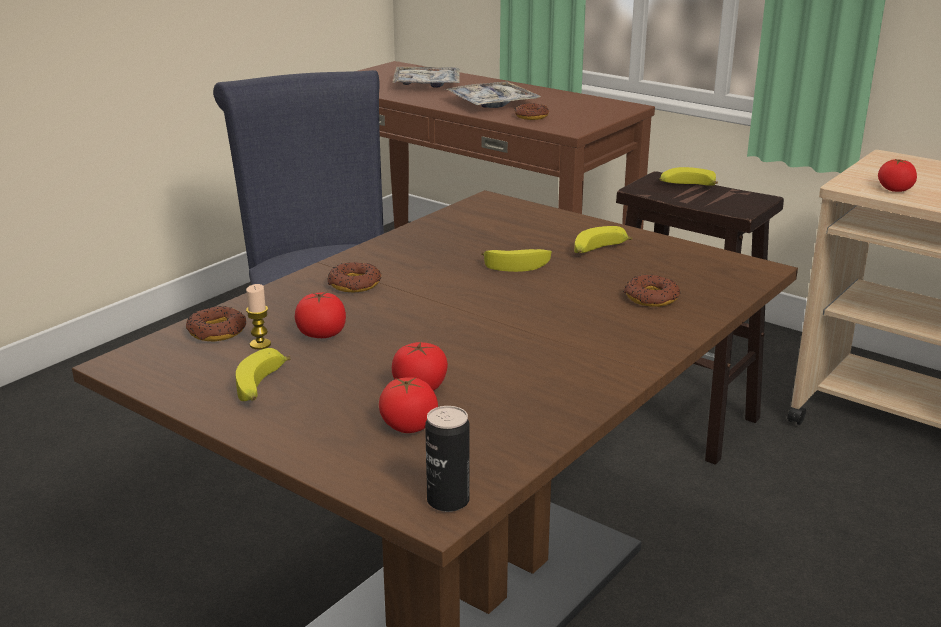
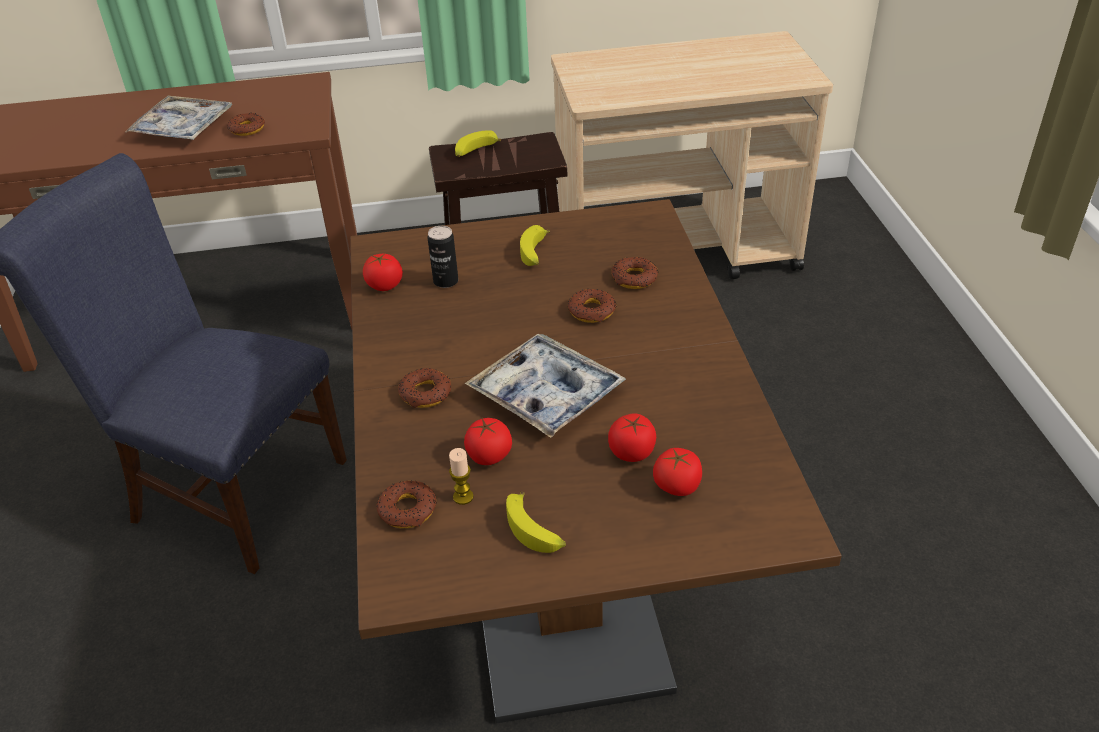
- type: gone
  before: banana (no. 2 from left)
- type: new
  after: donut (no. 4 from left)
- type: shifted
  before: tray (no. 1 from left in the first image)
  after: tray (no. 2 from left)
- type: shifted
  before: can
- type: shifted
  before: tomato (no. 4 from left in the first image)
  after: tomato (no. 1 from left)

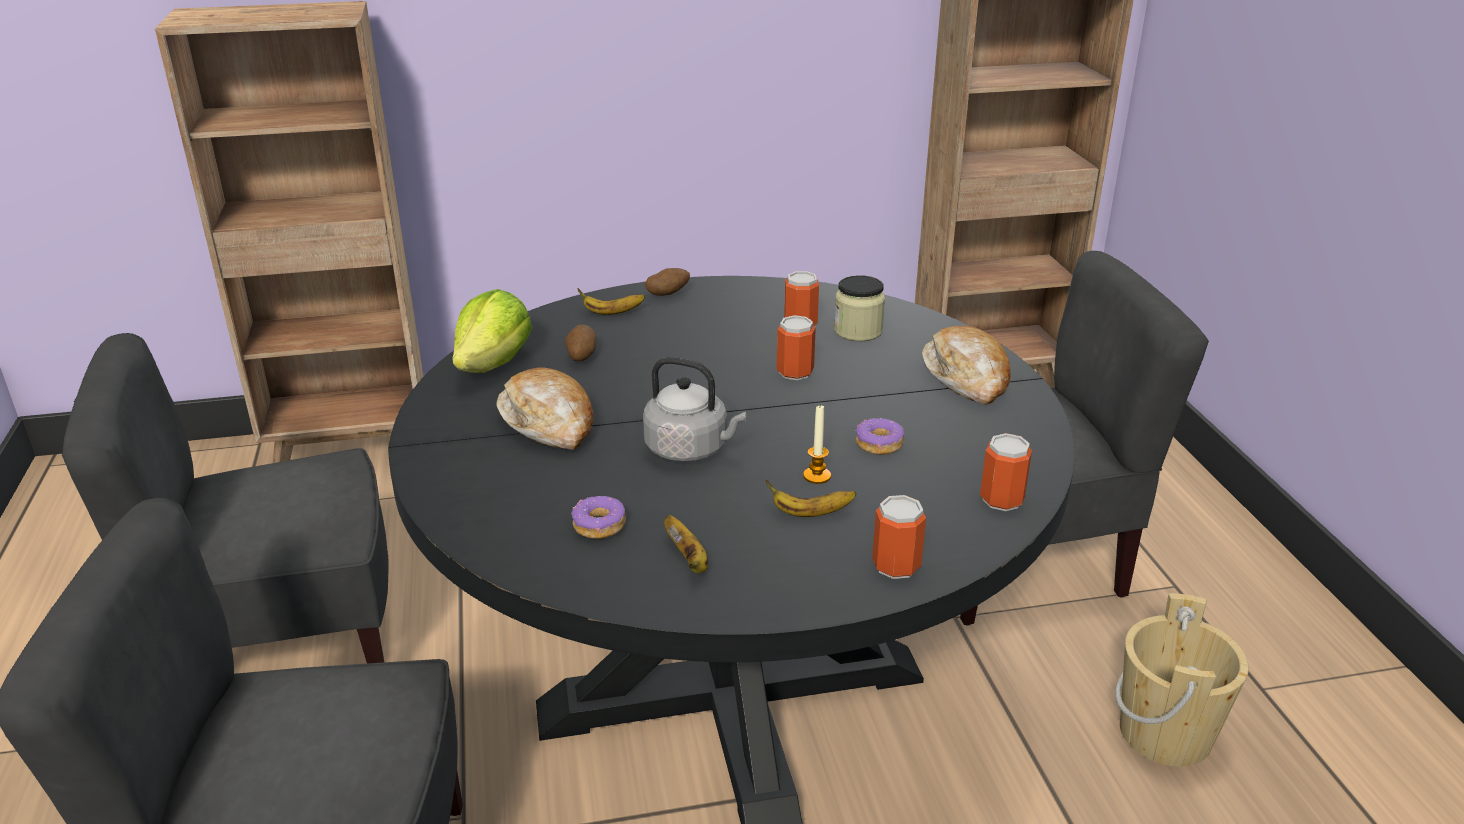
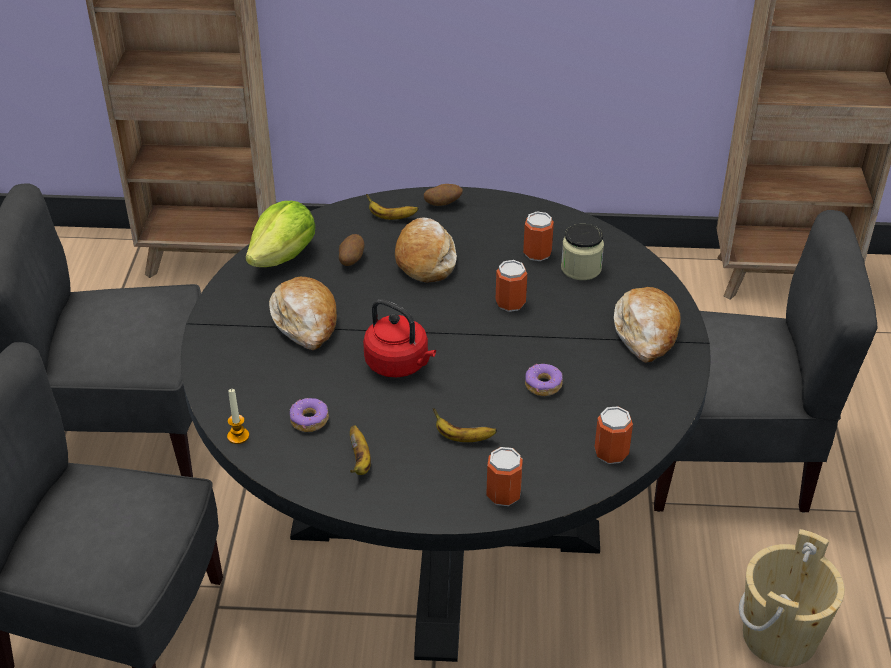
- type: new
  after: bread (no. 2 from left)
- type: shifted
  before: candle
- type: repainted
  before: grey kettle
  after: red kettle

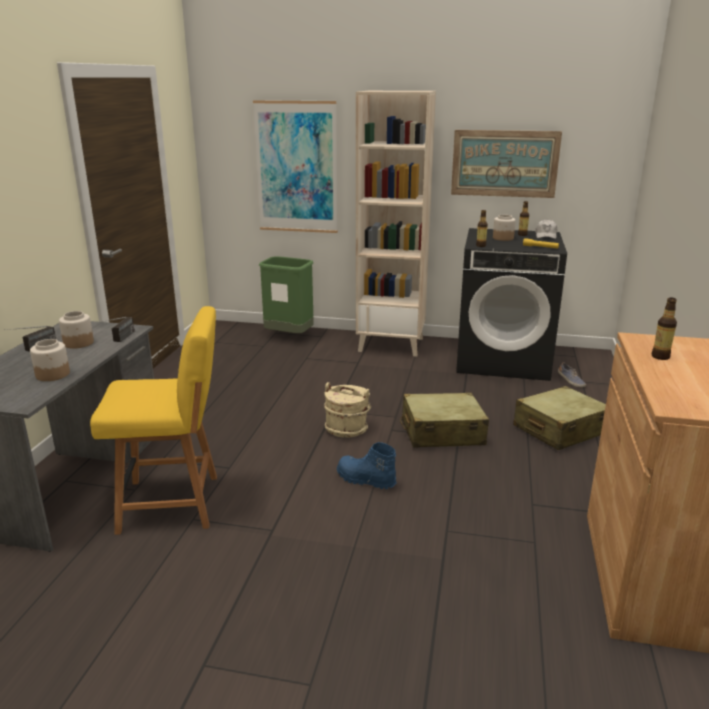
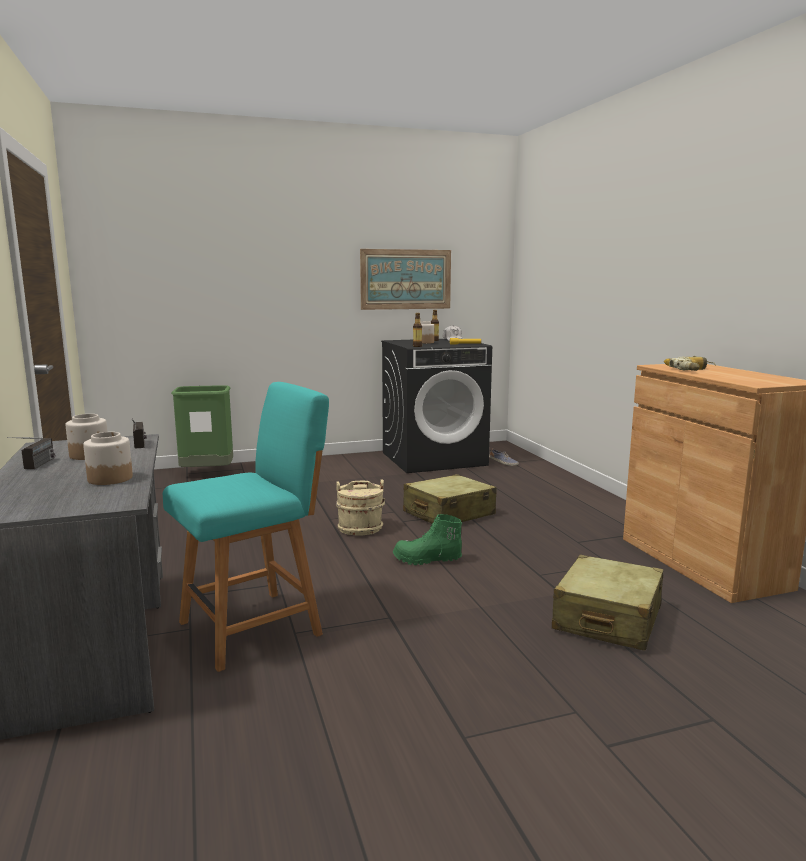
- type: gone
  before: picture (no. 1 from left)
- type: gone
  before: beige bookcase
- type: shifted
  before: beige suitcase (no. 2 from left)
- type: swapped
  before: bottle (no. 3 from left)
  after: power drill
- type: repainted
  before: yellow chair
  after: turquoise chair
- type: repainted
  before: blue boot
  after: green boot

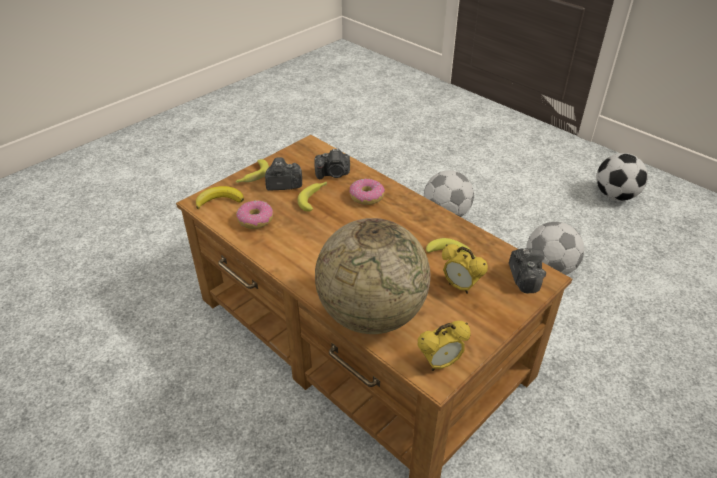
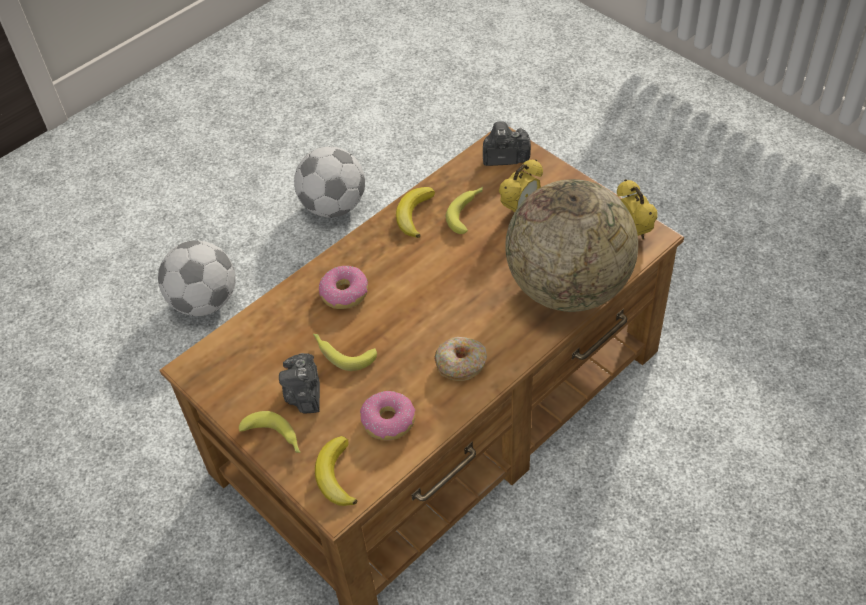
- type: gone
  before: photo camera (no. 2 from left)
- type: gone
  before: football (no. 3 from left)
- type: new
  after: banana (no. 4 from left)
- type: new
  after: donut (no. 3 from left)

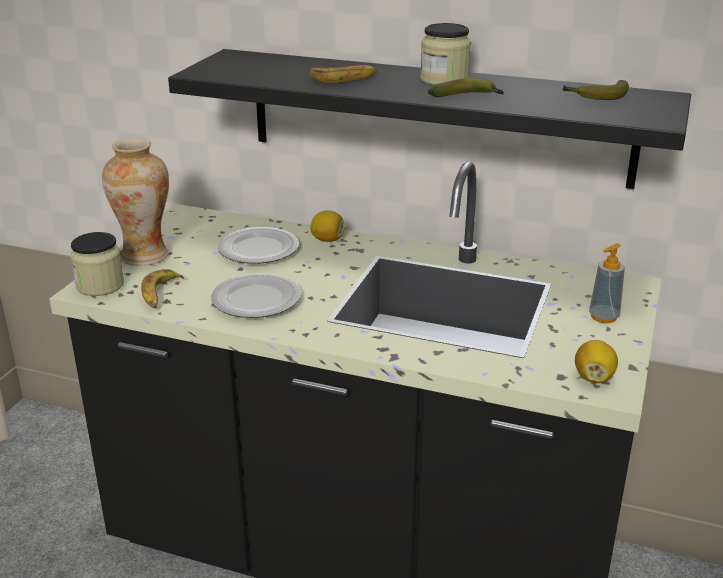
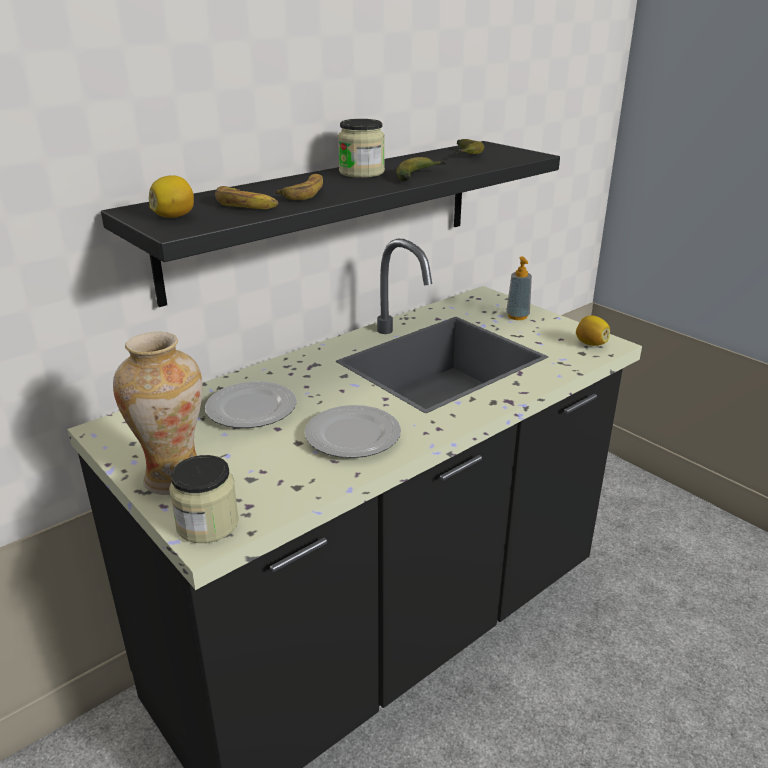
- type: shifted
  before: banana (no. 1 from left)
- type: shifted
  before: lemon (no. 1 from left)

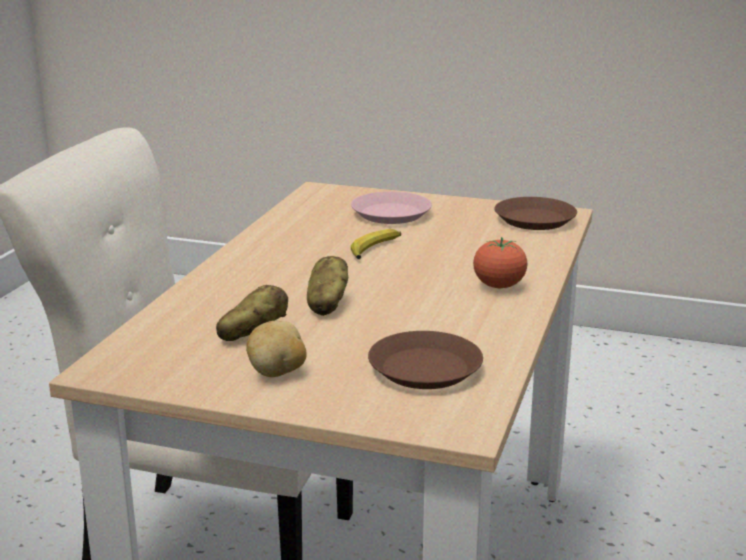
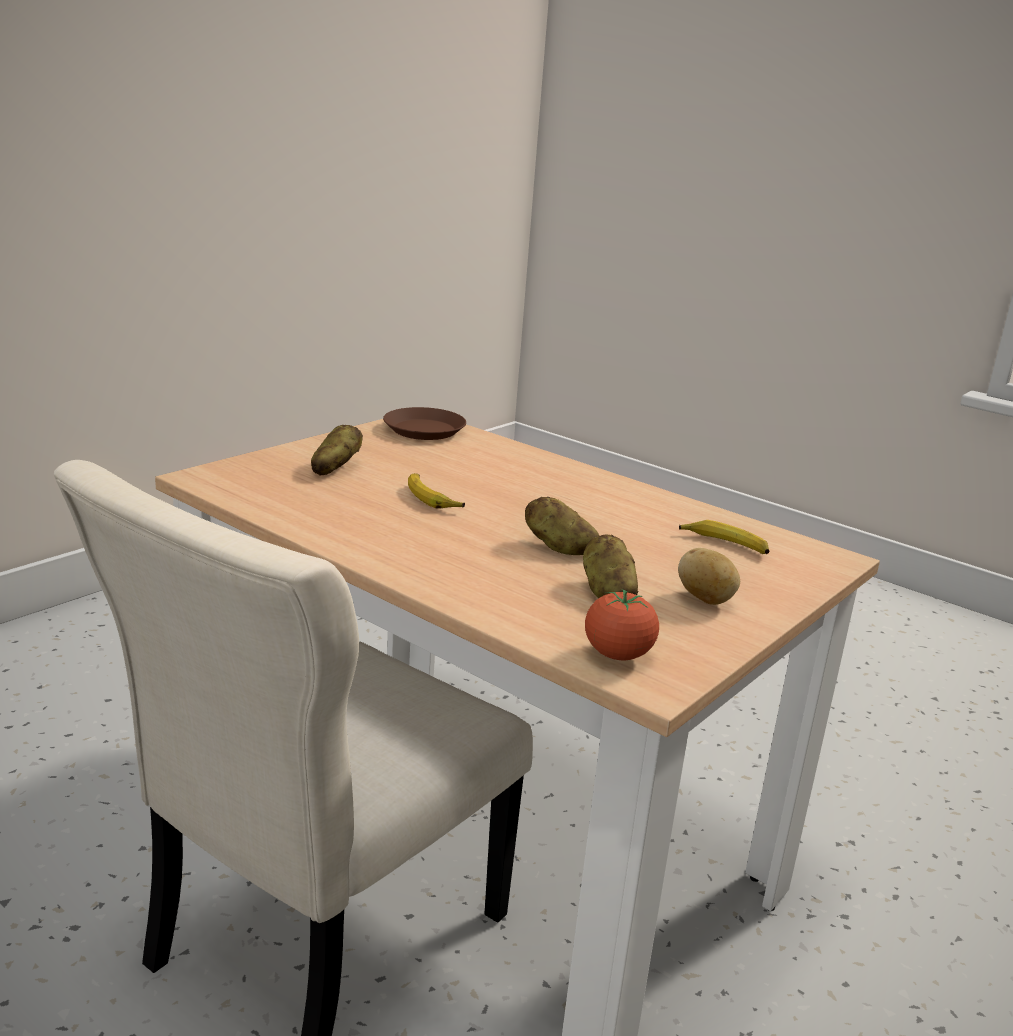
- type: shifted
  before: tomato
- type: swapped
  before: pink plate
  after: potato (no. 1 from left)
- type: swapped
  before: brown plate (no. 1 from left)
  after: banana (no. 2 from left)

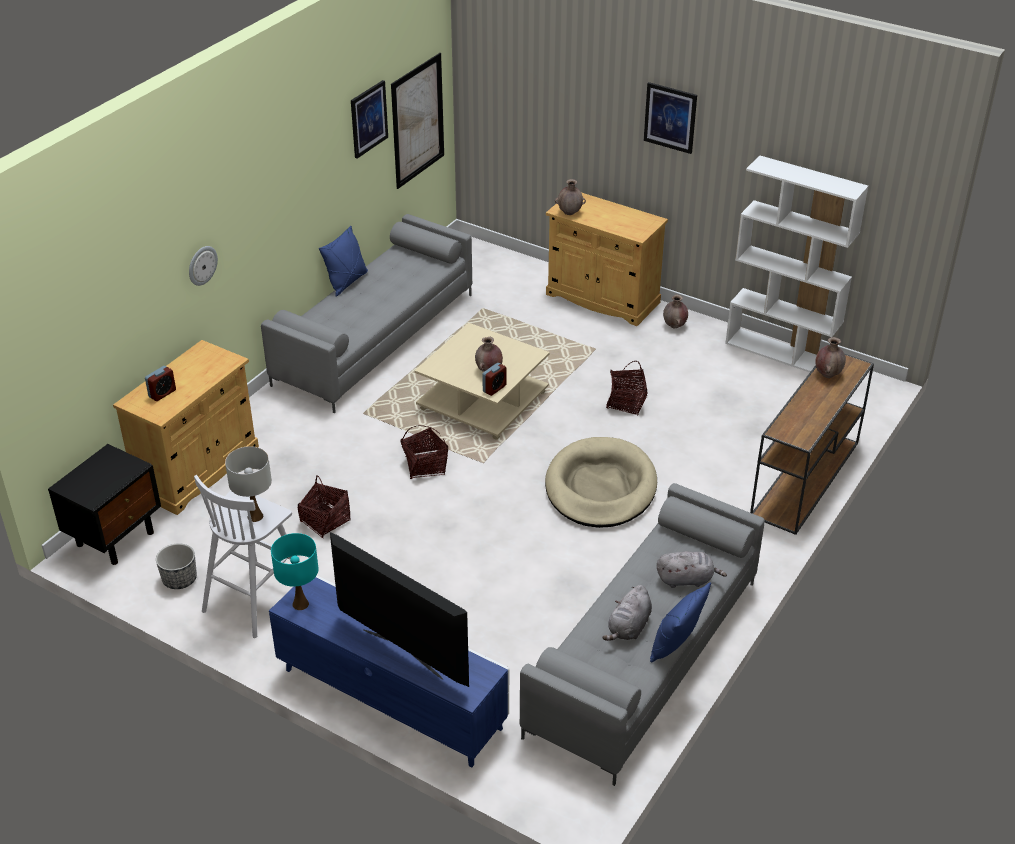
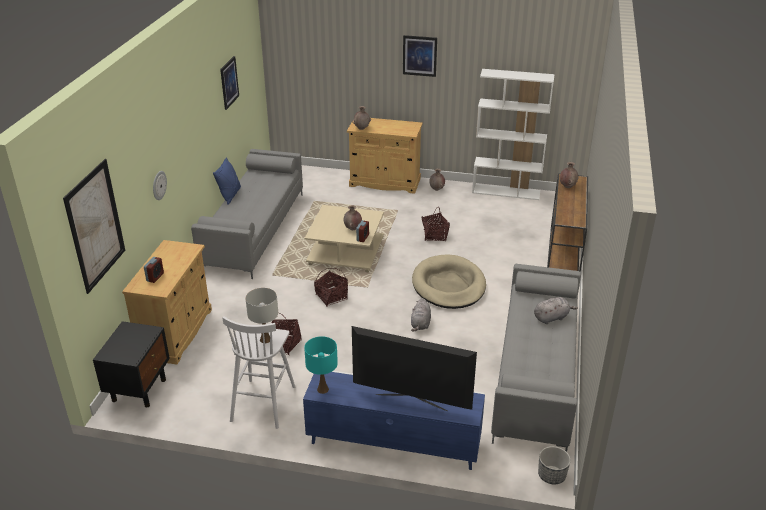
- type: gone
  before: blue pillow (no. 2 from left)
- type: shifted
  before: planter
- type: shifted
  before: picture (no. 2 from left in the first image)
  after: picture (no. 1 from left)
- type: shifted
  before: grey plush toy (no. 1 from left)

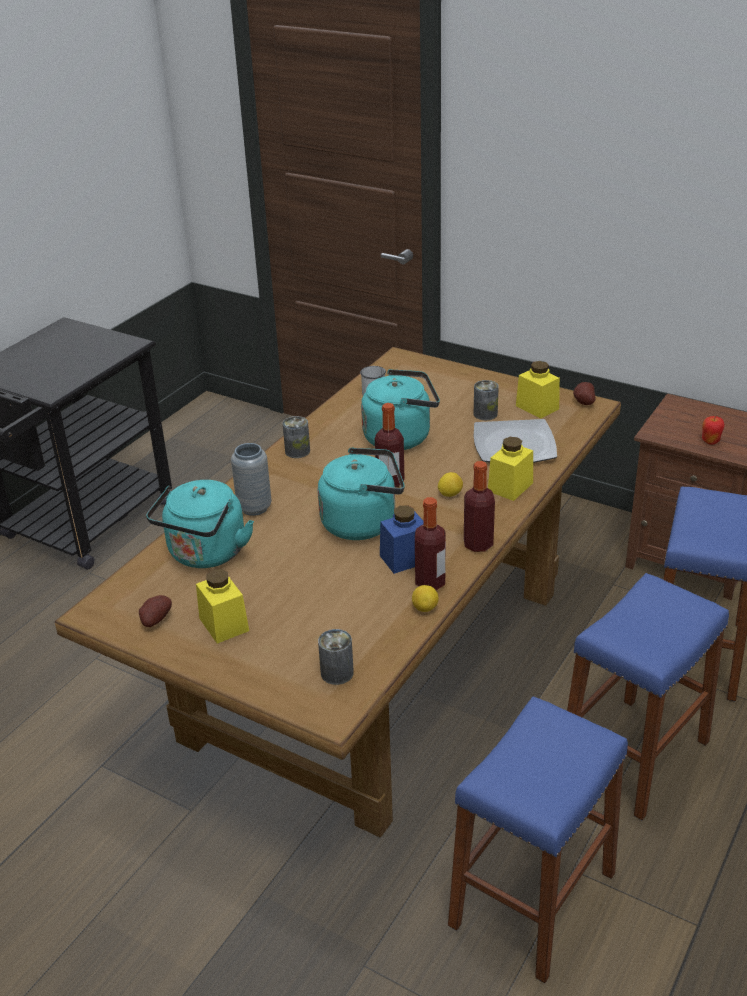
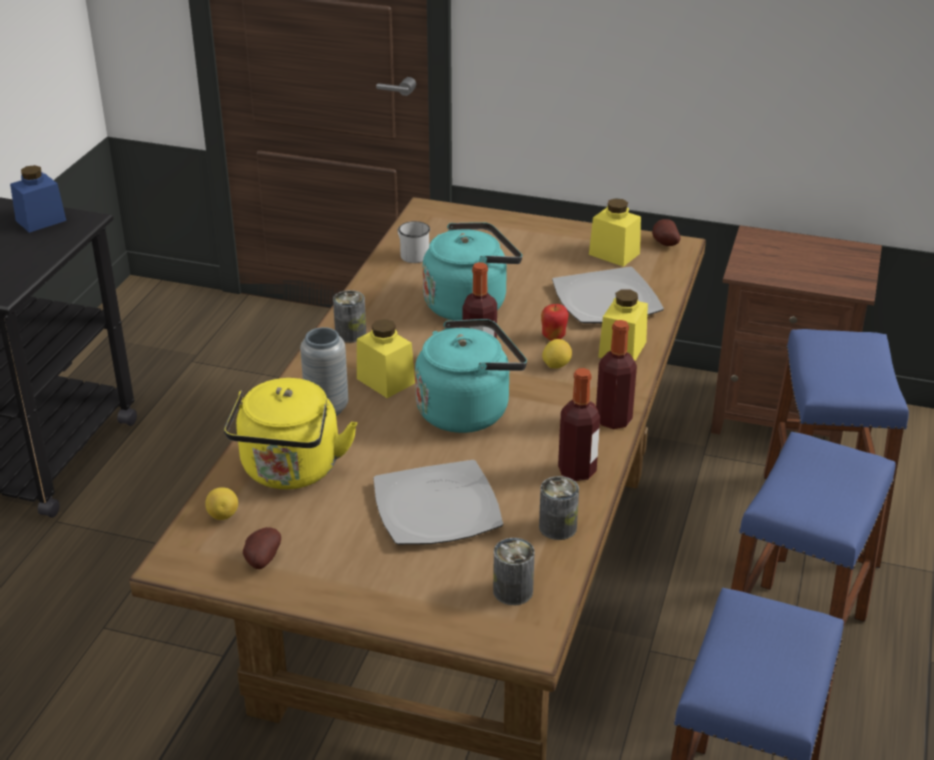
- type: new
  after: plate (no. 1 from left)
- type: shifted
  before: yellow jar (no. 1 from left)
- type: shifted
  before: blue jar
- type: shifted
  before: lemon (no. 1 from left)
- type: shifted
  before: can (no. 3 from left)
- type: shifted
  before: apple
- type: repainted
  before: turquoise kettle (no. 1 from left)
  after: yellow kettle

